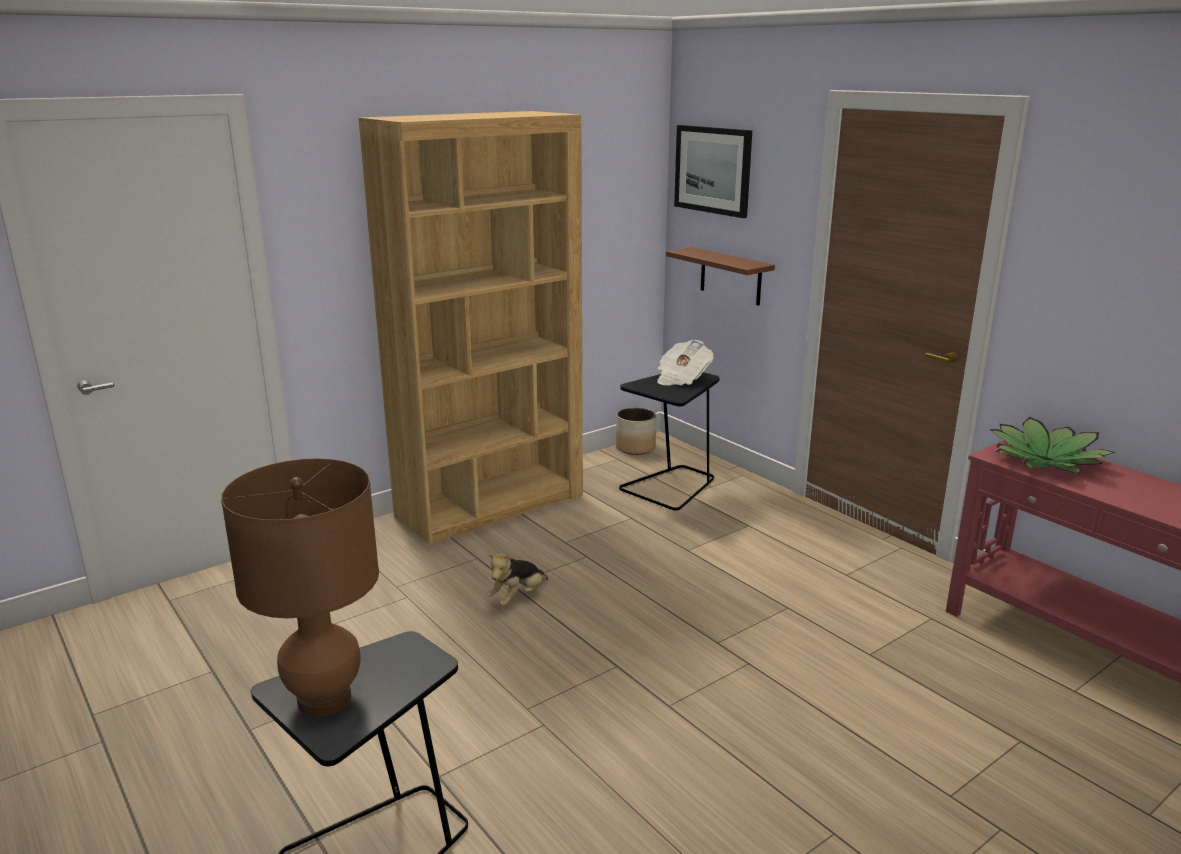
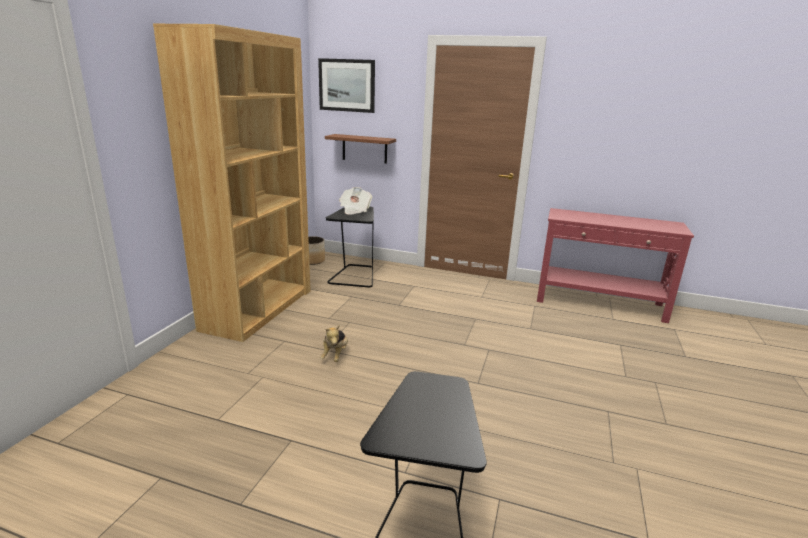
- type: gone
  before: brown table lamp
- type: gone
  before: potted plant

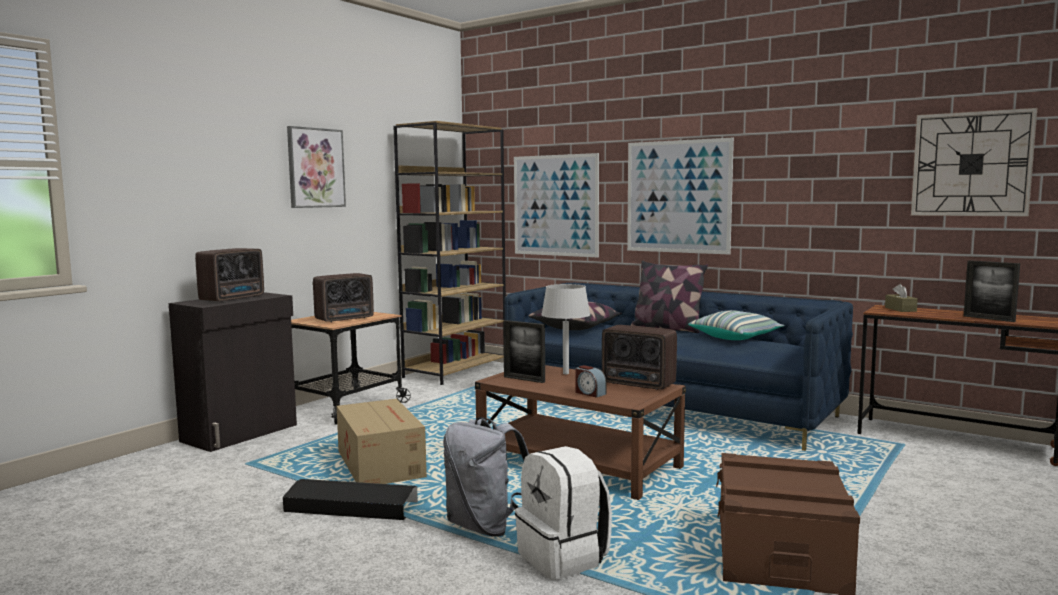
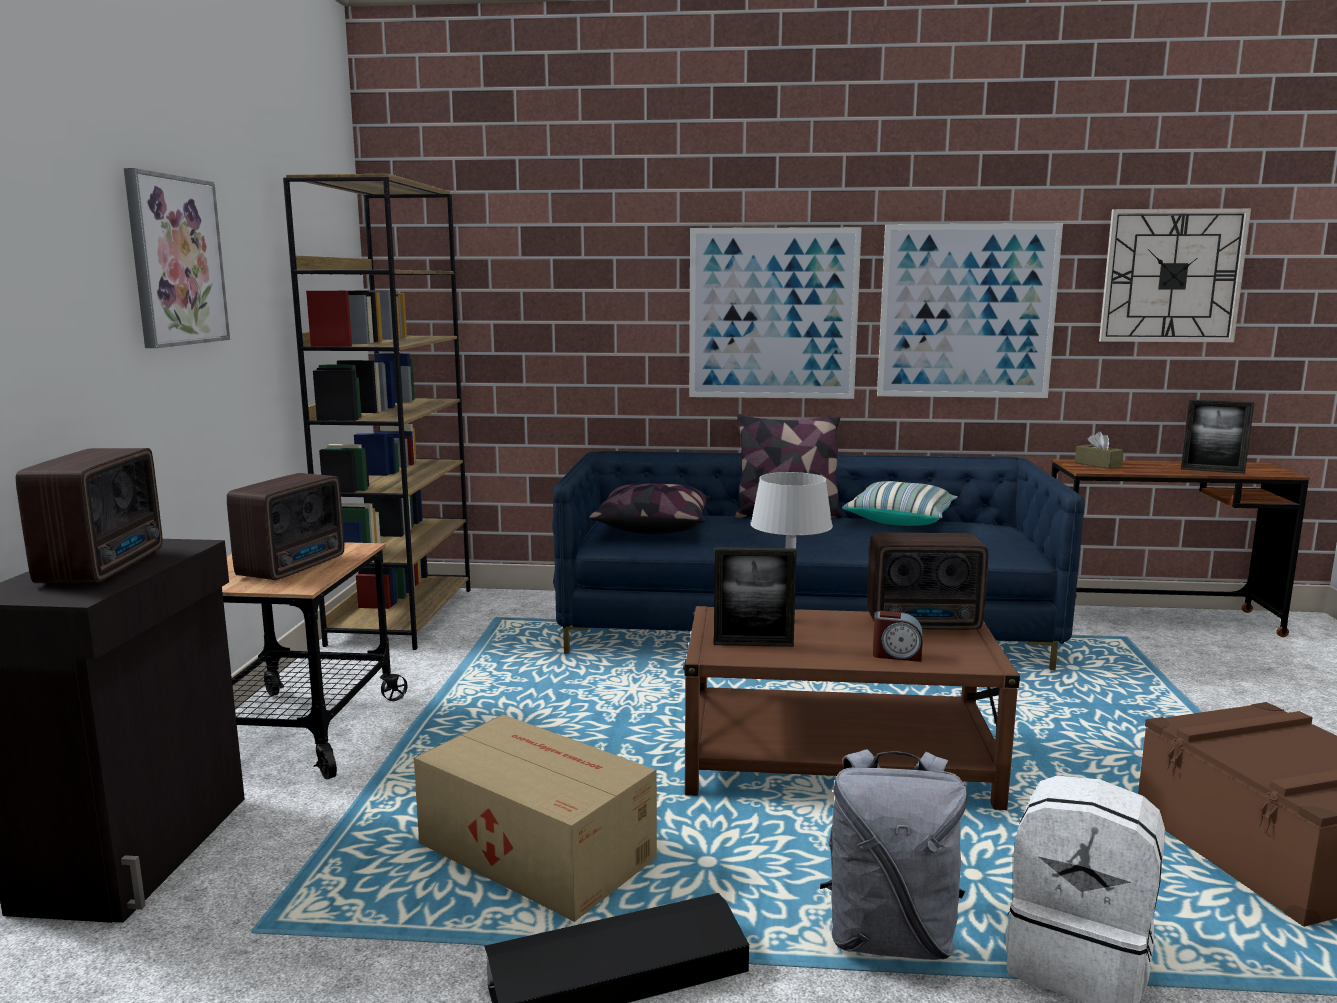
- type: shifted
  before: picture (no. 2 from left in the first image)
  after: picture (no. 3 from left)

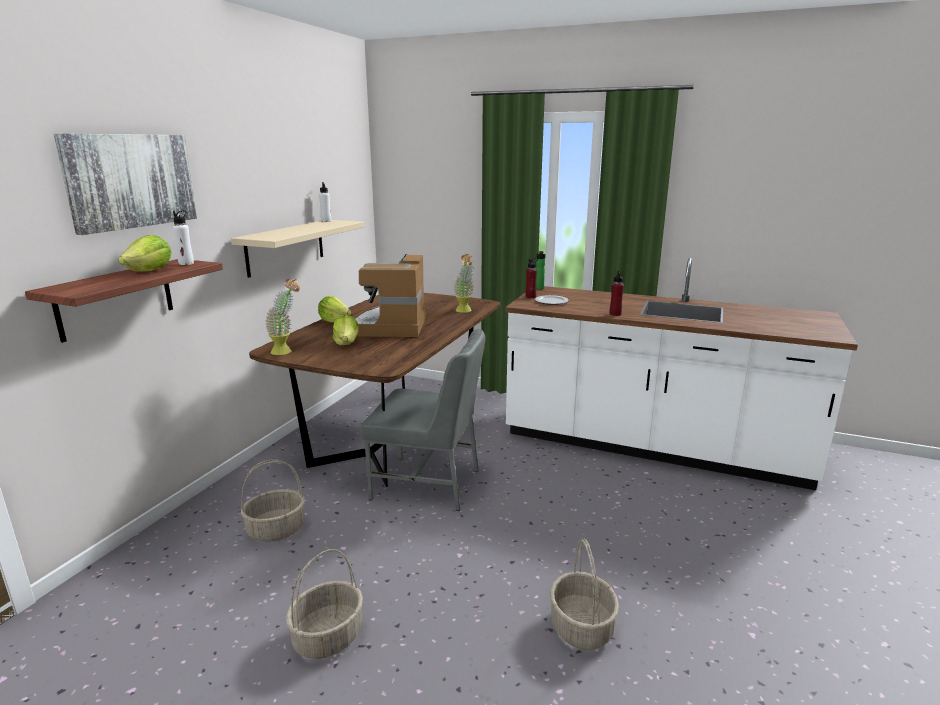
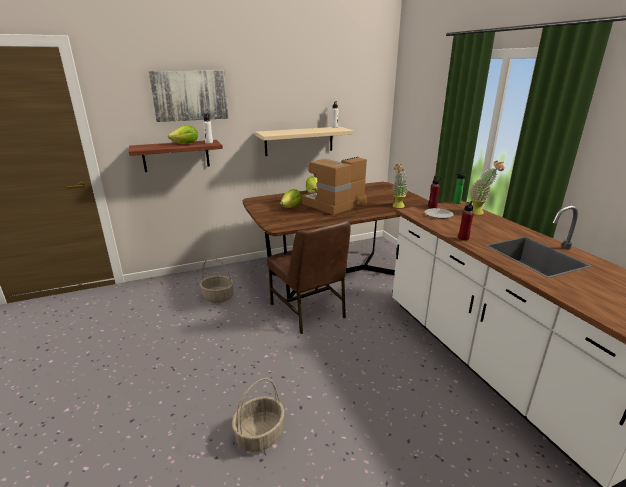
- type: gone
  before: basket (no. 2 from left)
- type: shifted
  before: potted plant (no. 1 from left in the first image)
  after: potted plant (no. 2 from left)
- type: repainted
  before: grey chair
  after: brown chair

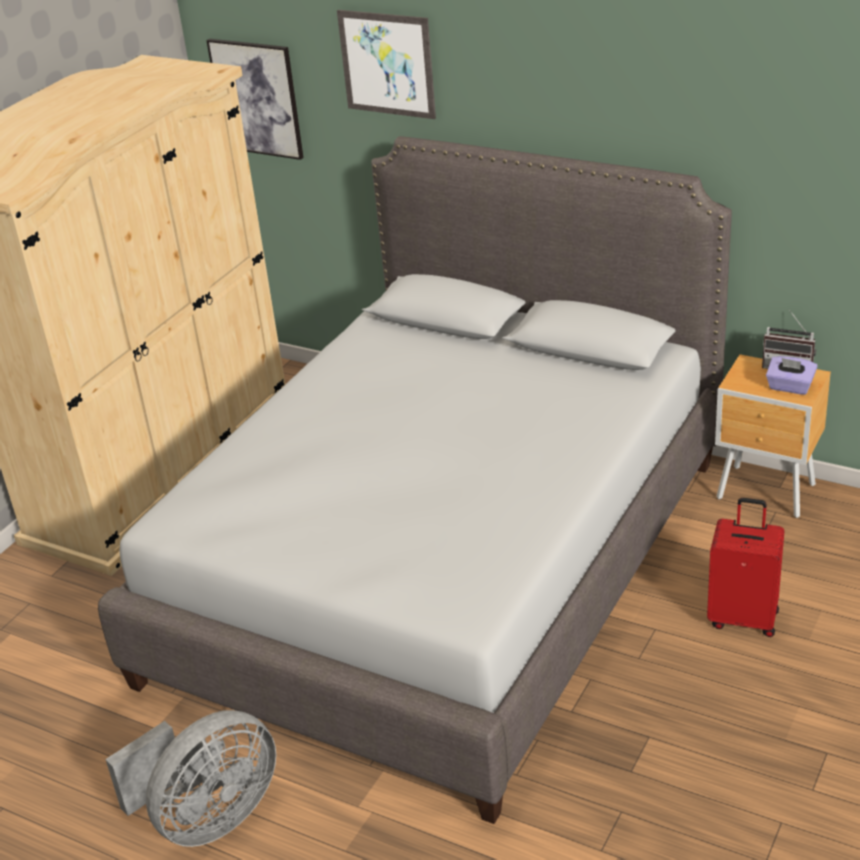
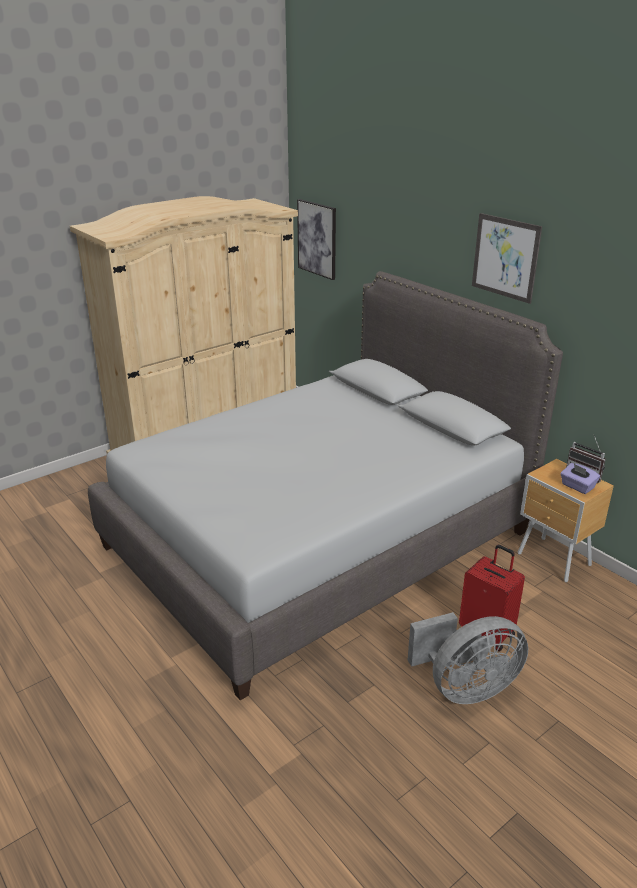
- type: shifted
  before: grey fan
- type: shifted
  before: picture (no. 2 from left)

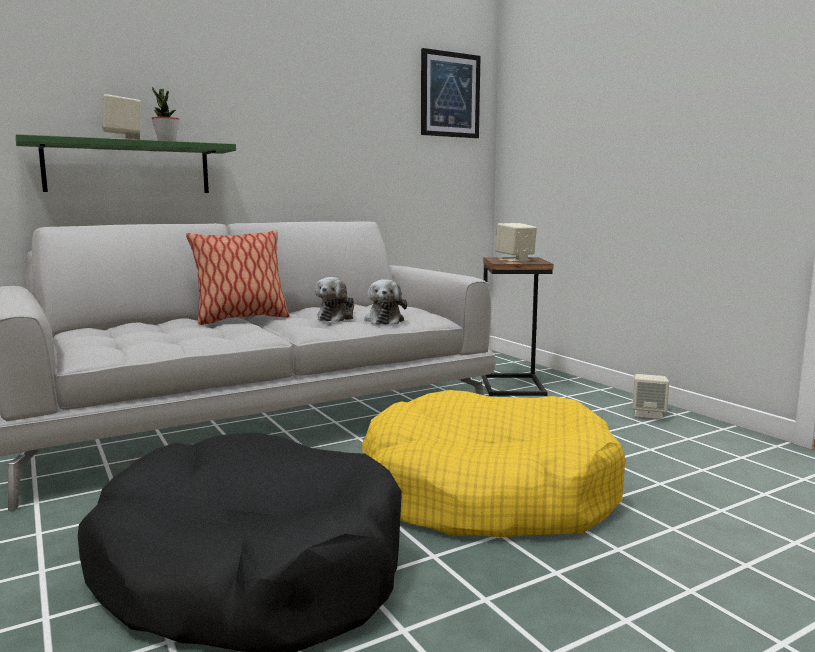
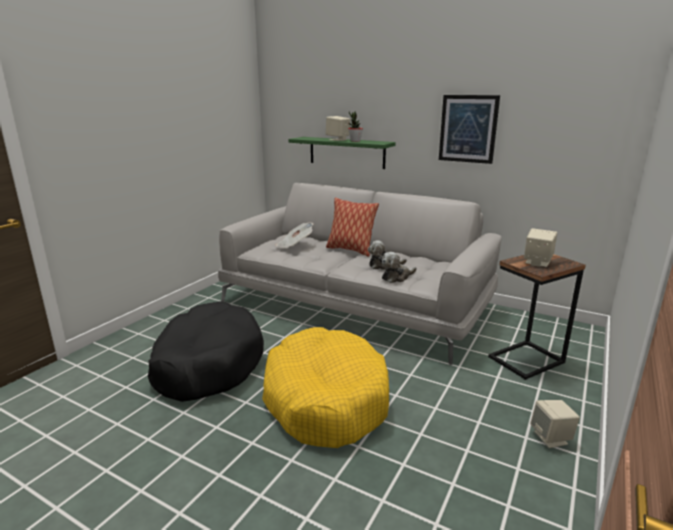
- type: new
  after: newspaper
- type: shifted
  before: picture

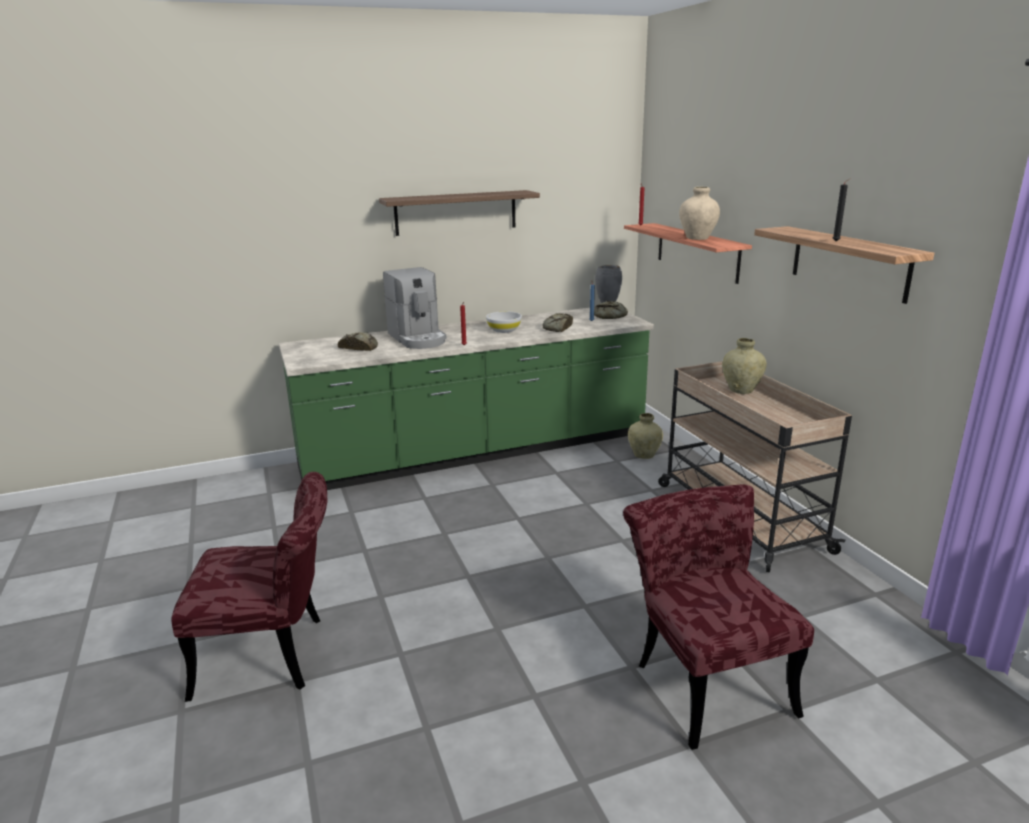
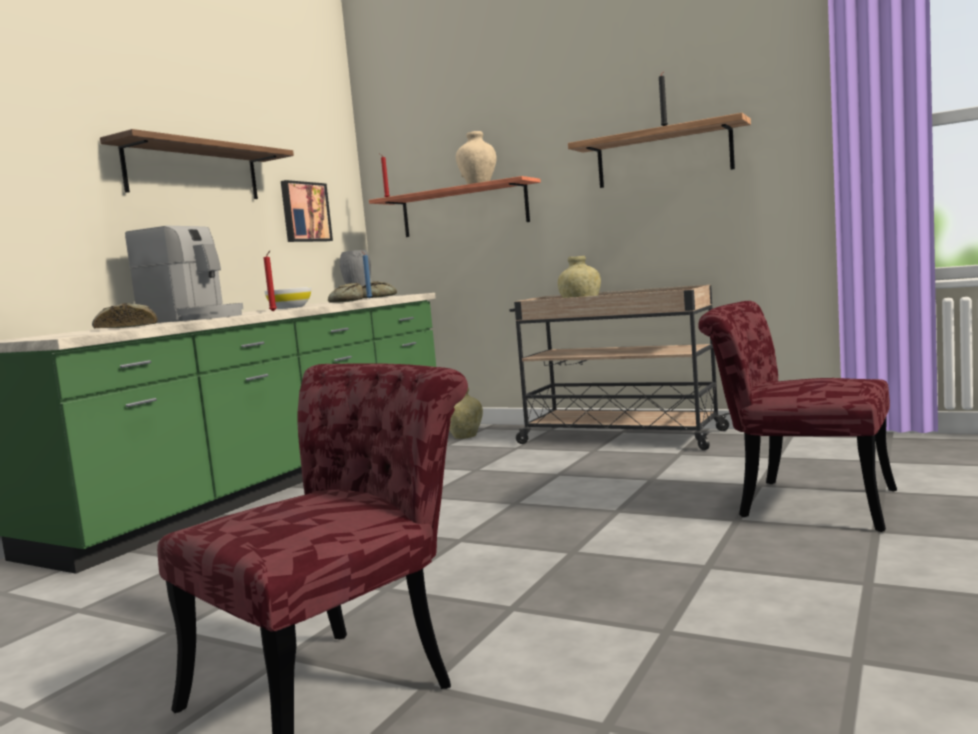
- type: new
  after: picture

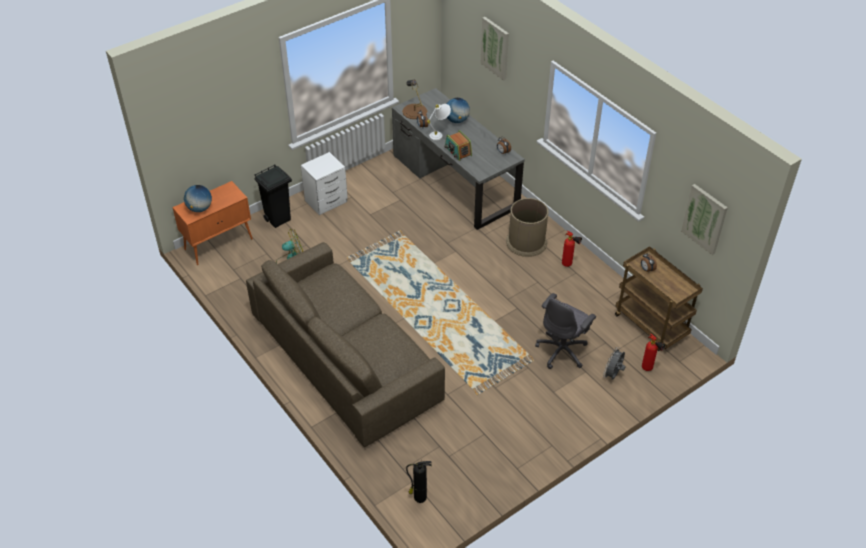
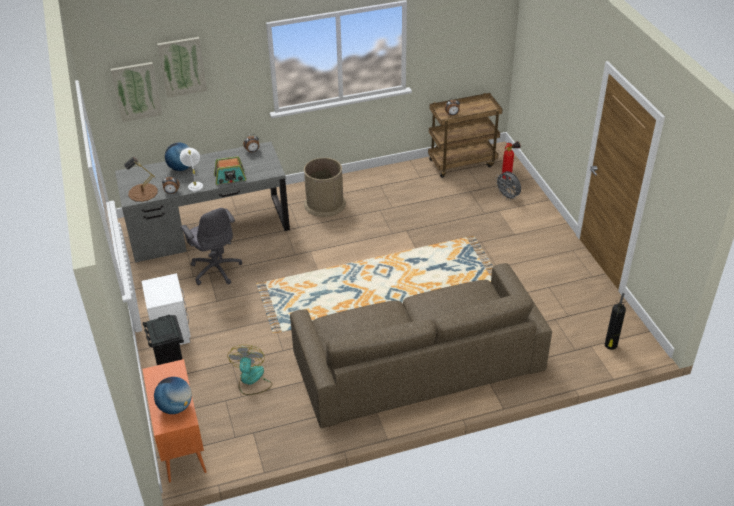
- type: gone
  before: fire extinguisher (no. 2 from left)
- type: shifted
  before: grey office chair
- type: shifted
  before: picture (no. 2 from left in the first image)
  after: picture (no. 1 from left)

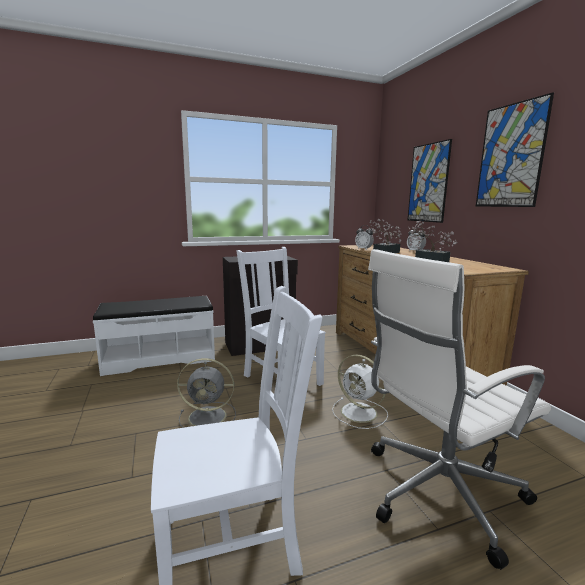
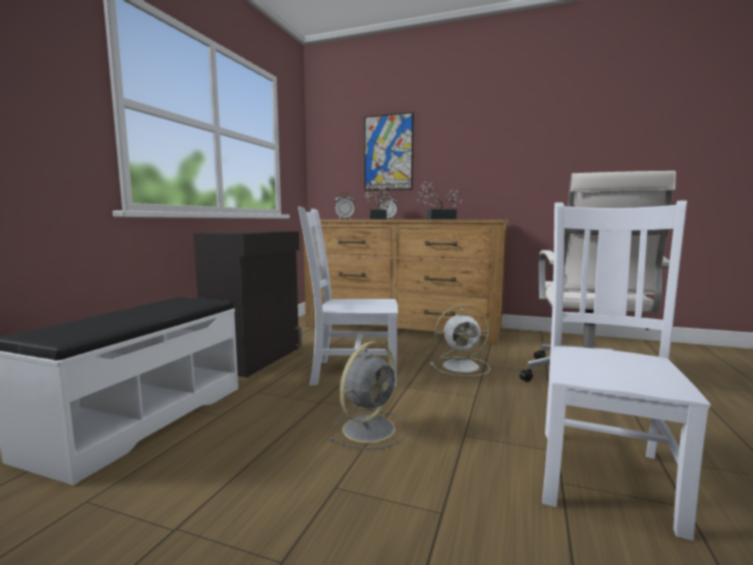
- type: gone
  before: picture (no. 2 from left)

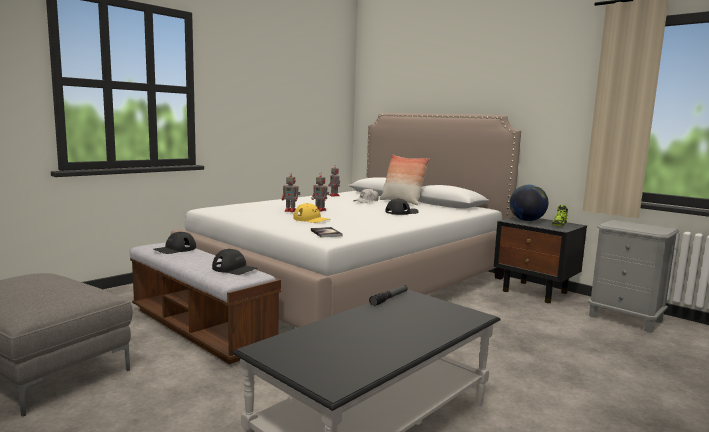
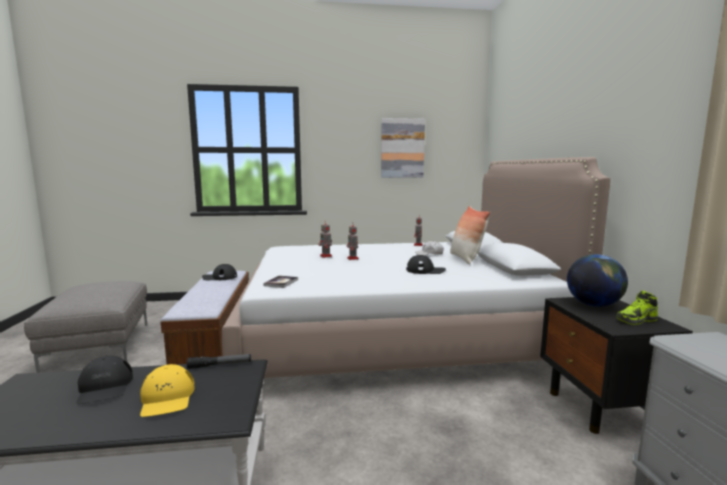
- type: new
  after: picture
- type: shifted
  before: black cap (no. 2 from left in the first image)
  after: black cap (no. 1 from left)
- type: shifted
  before: yellow cap

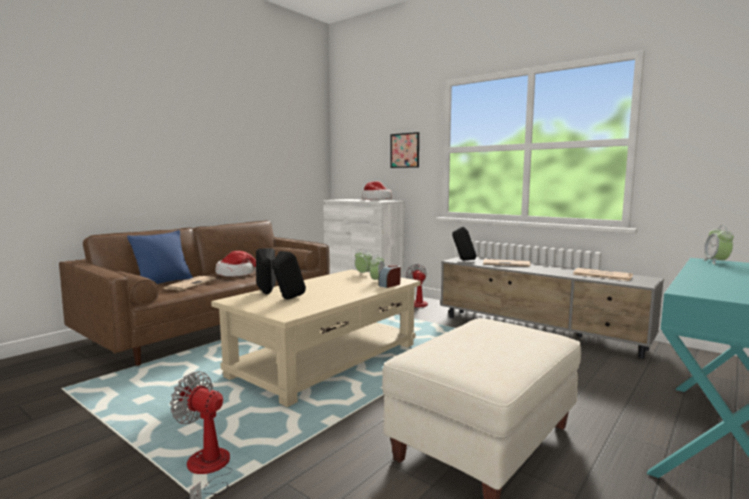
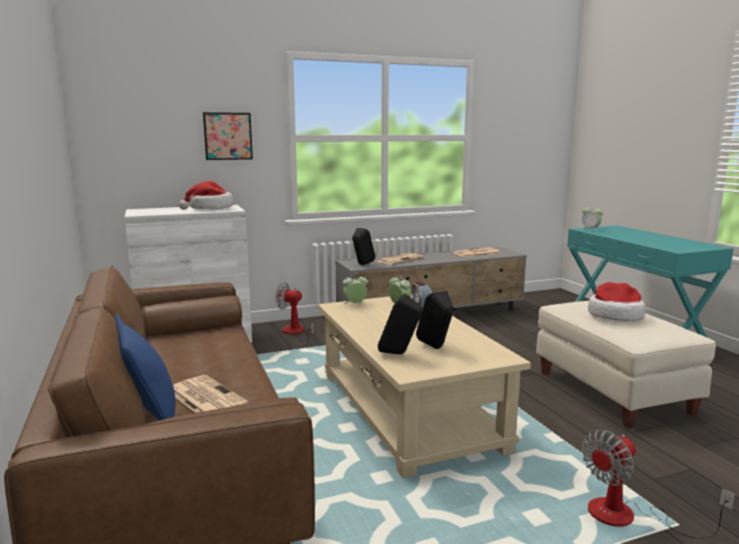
- type: shifted
  before: hat (no. 1 from left in the first image)
  after: hat (no. 2 from left)

